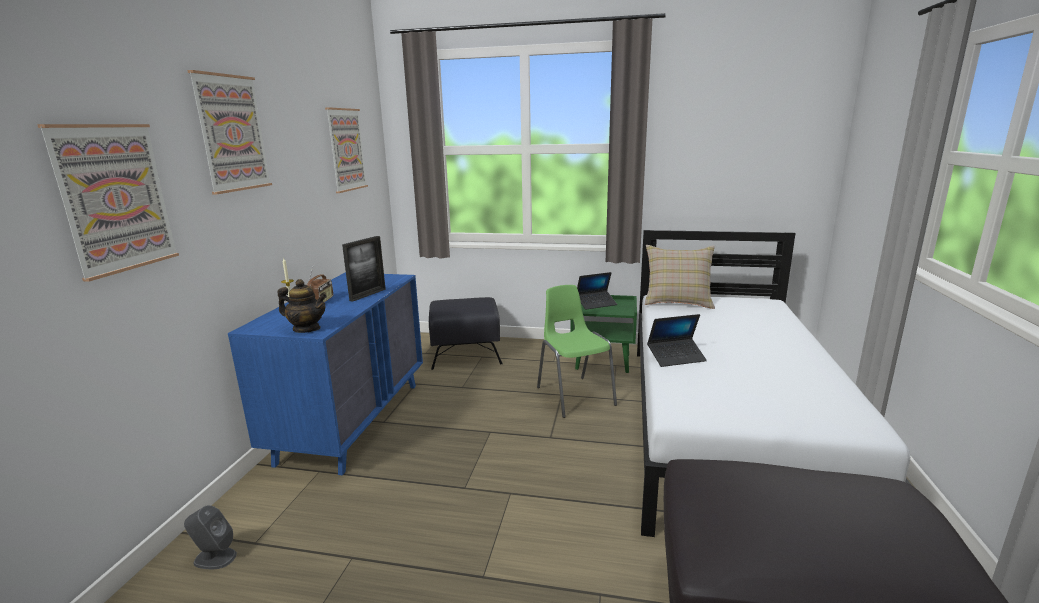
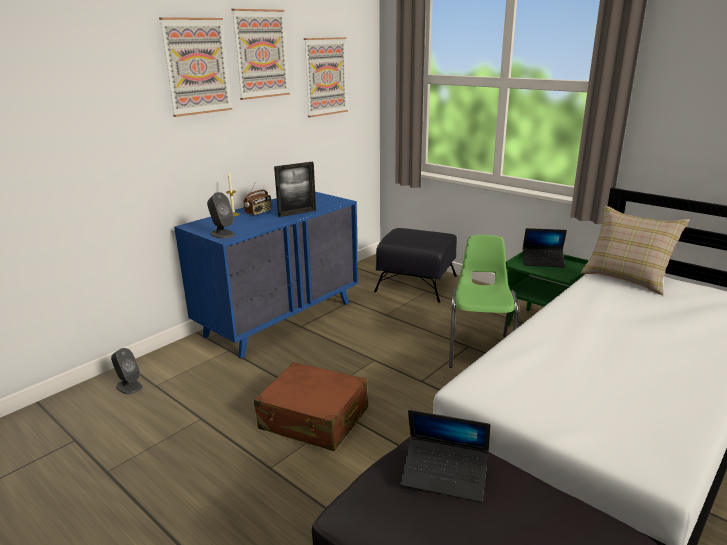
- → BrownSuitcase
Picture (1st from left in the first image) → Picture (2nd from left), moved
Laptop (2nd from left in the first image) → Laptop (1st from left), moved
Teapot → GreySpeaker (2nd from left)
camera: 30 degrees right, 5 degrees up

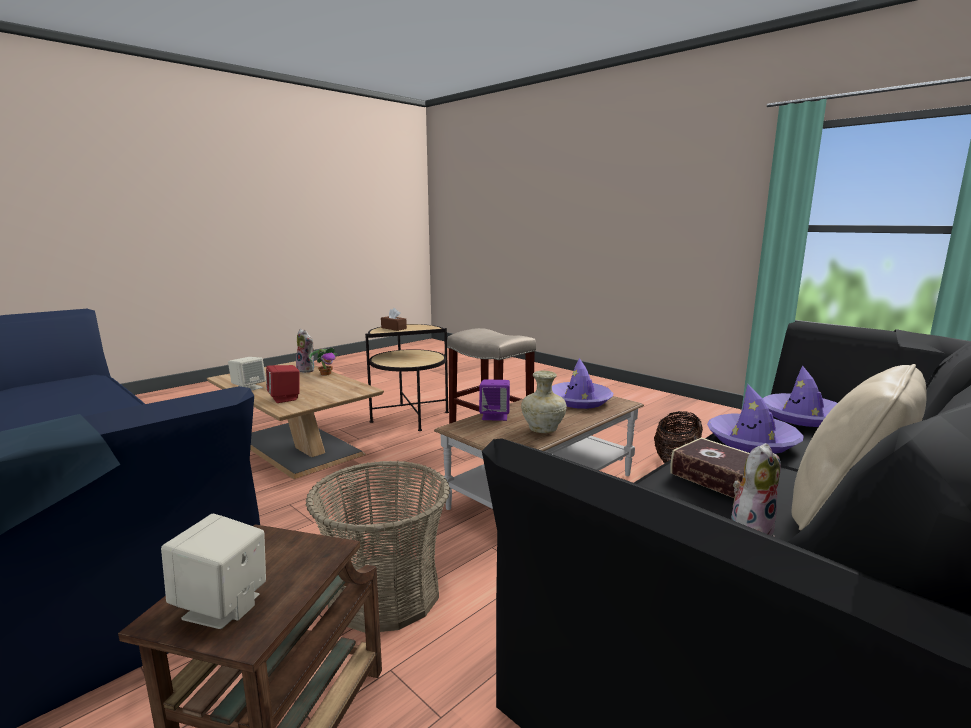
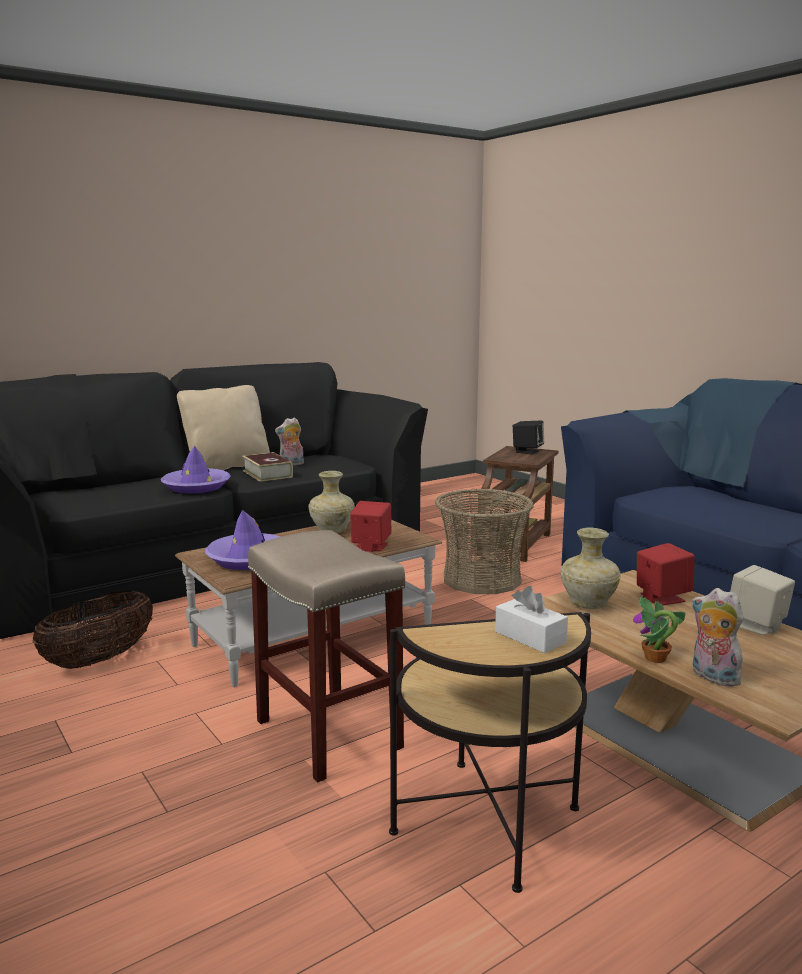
PurpleHat (3rd from left) → -
- → BeigeVase (2nd from left)
BeigeSpeaker (1st from left) → BlackSpeaker
BrownTissueBox → WhiteTissueBox
PurpleSpeaker → RedSpeaker (1st from left)
camera: 170 degrees left, 0 degrees up

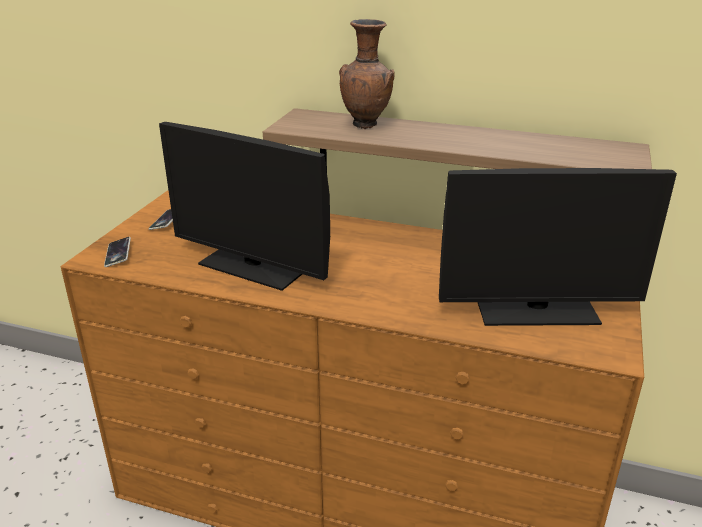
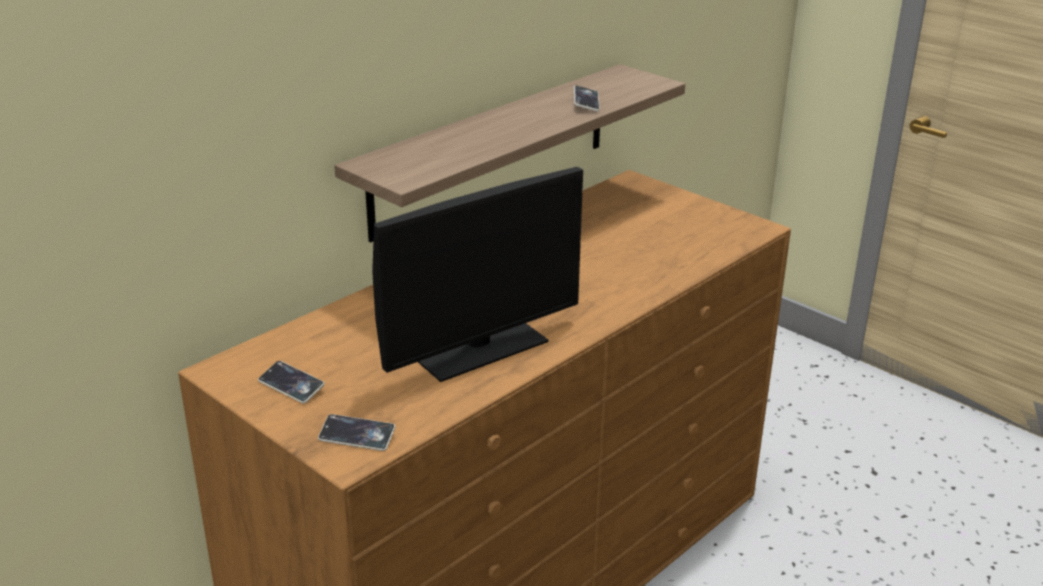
BrownVase → -
Monitor (2nd from left) → -
- → Phone (3rd from left)
camera: 65 degrees left, 0 degrees up

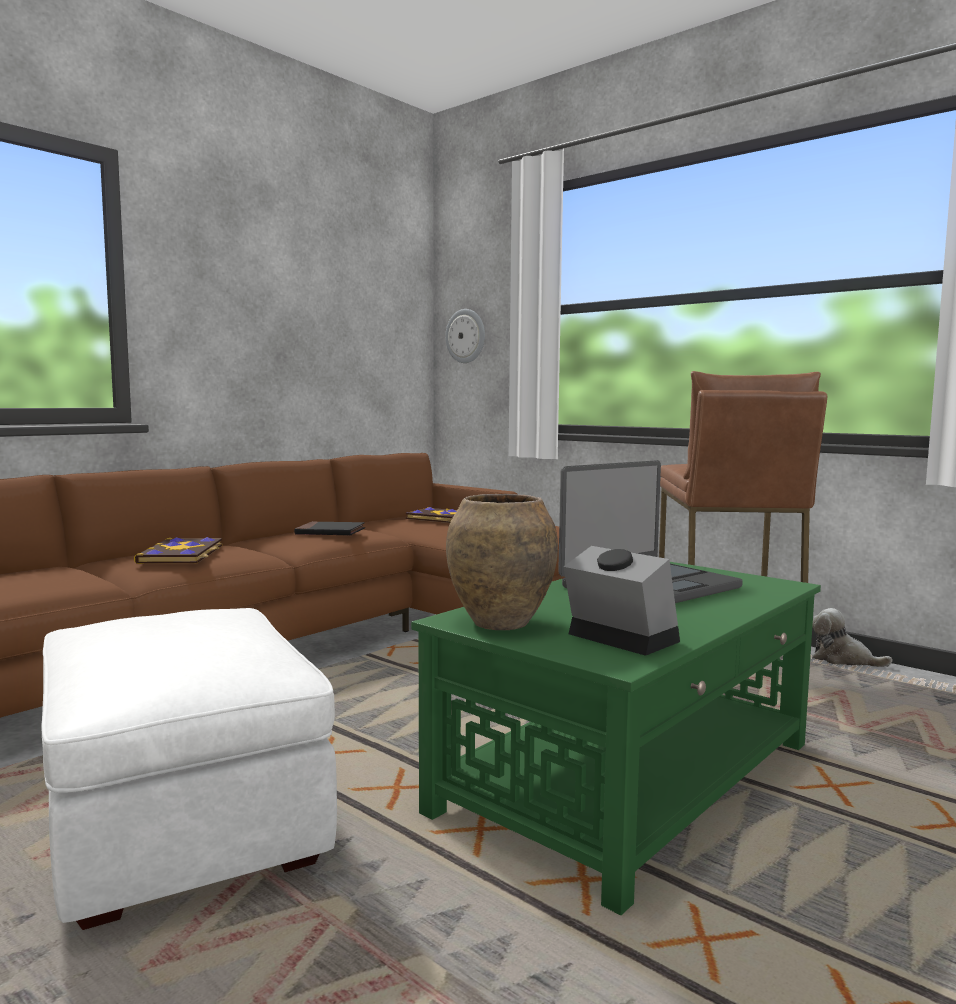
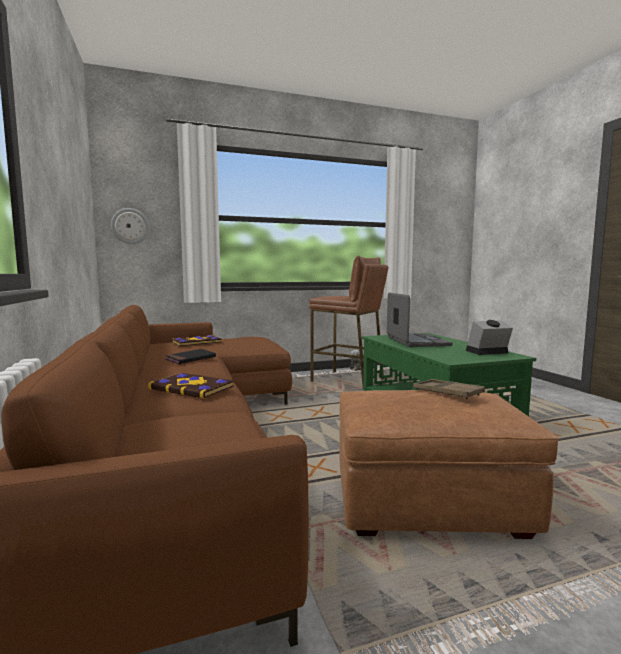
BrownVase → -
- → BrownTray
WhiteOttoman → BrownOttoman
camera: 60 degrees left, 0 degrees up

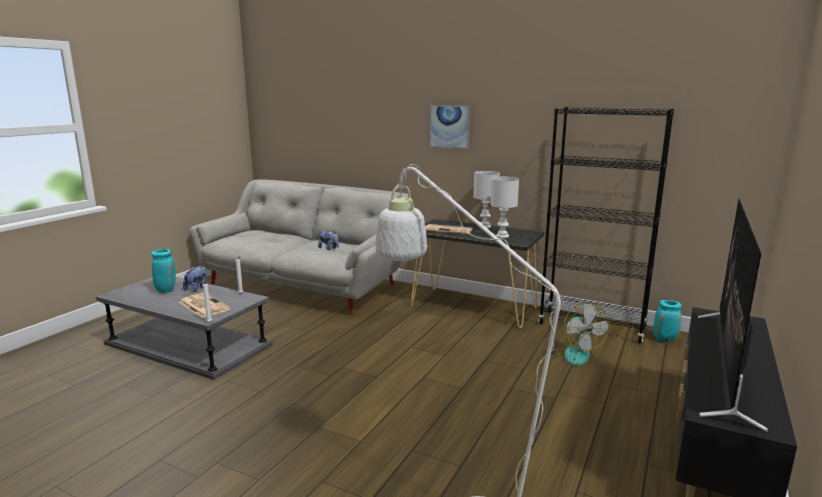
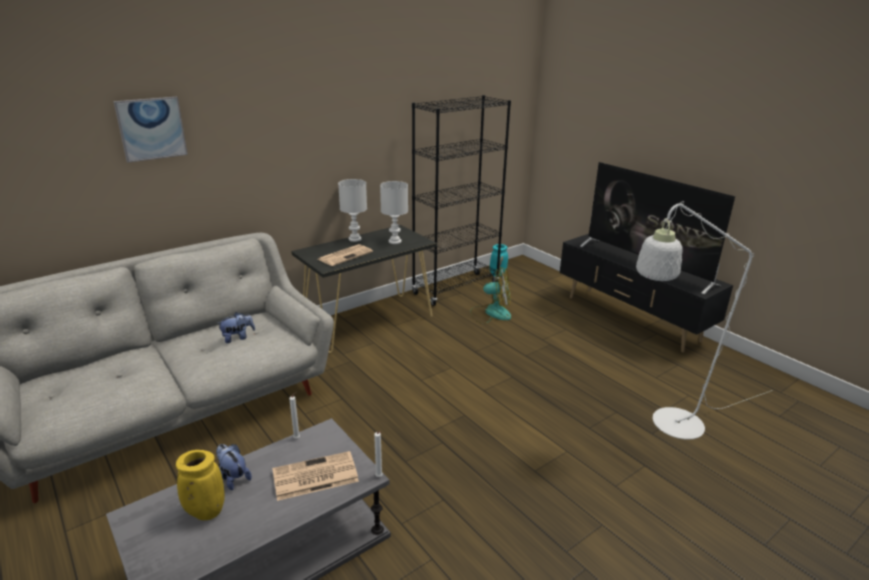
Picture, moved
TurquoiseVase (1st from left) → YellowVase
camera: 65 degrees left, 10 degrees up

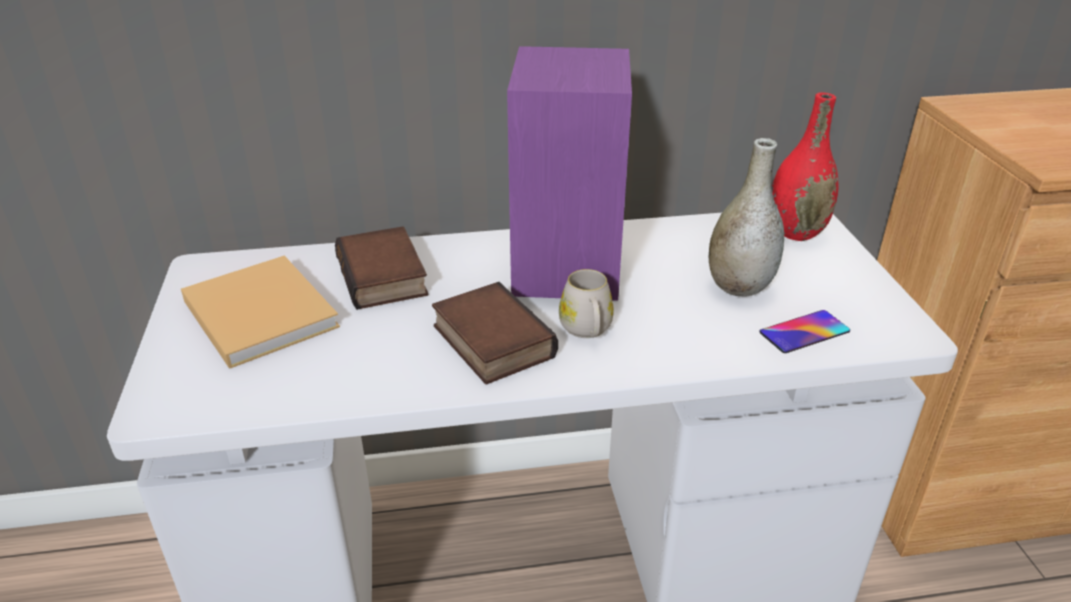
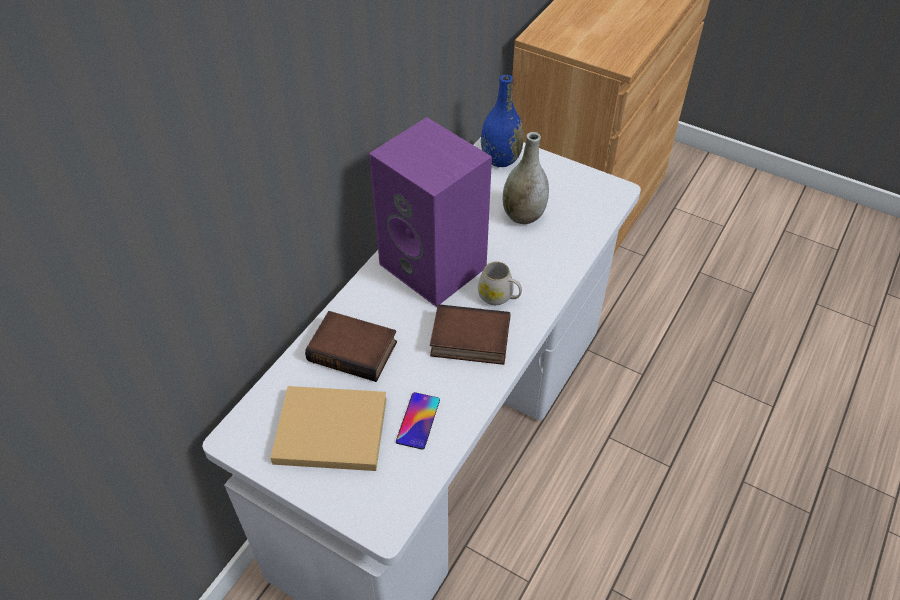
Phone, moved
RedVase → BlueVase
camera: 50 degrees left, 15 degrees up

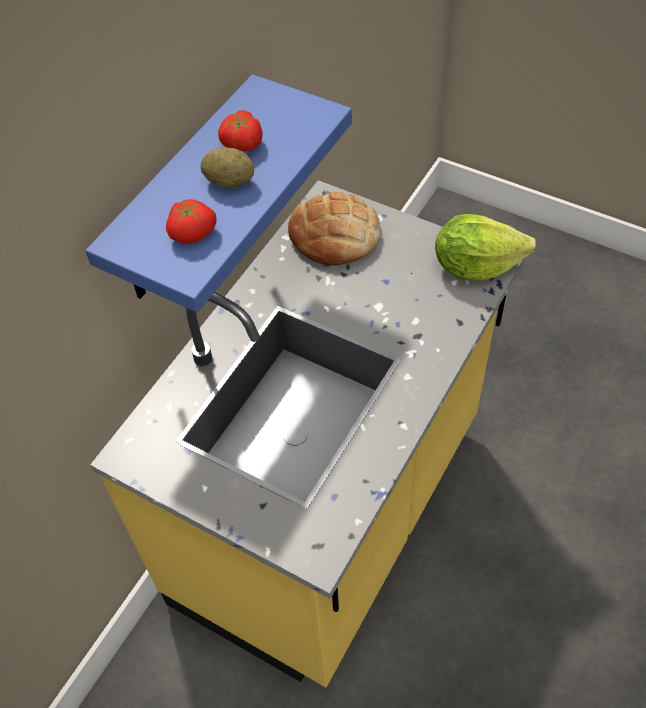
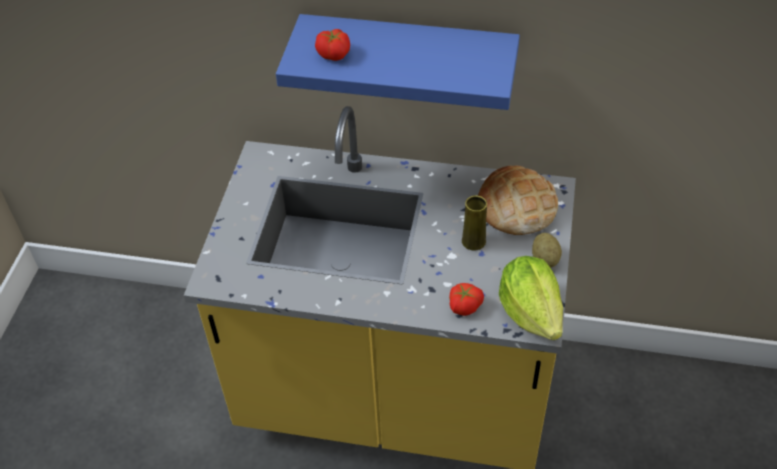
- → YellowVase
Potato, moved
Tomato (2nd from left), moved
camera: 70 degrees right, 5 degrees down

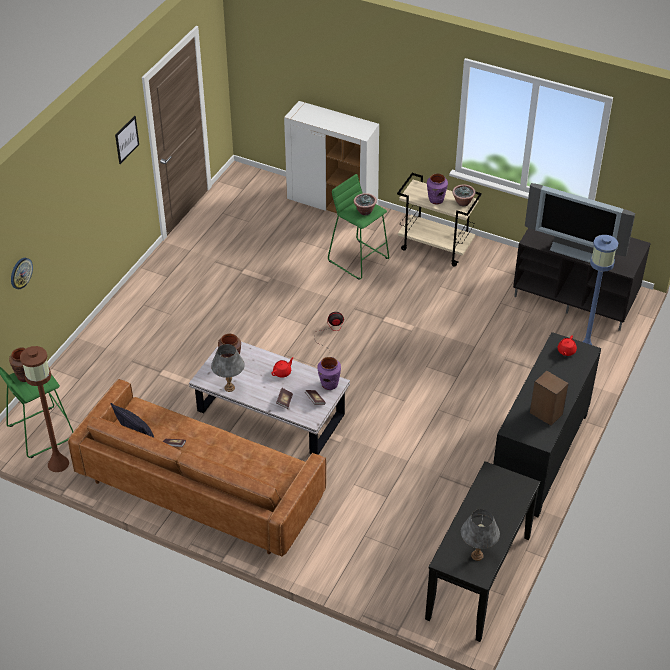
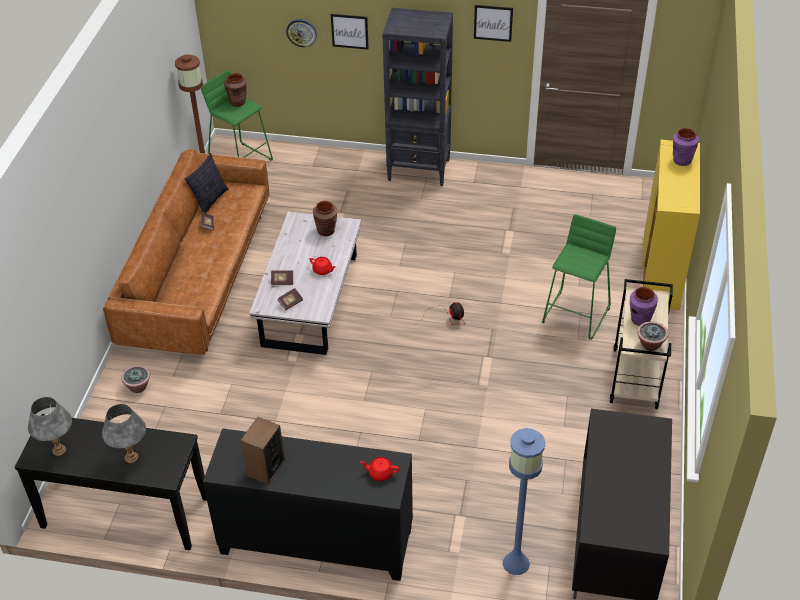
Television → -
- → Picture (1st from left)
- → BlackBookcase
GreyTableLamp (1st from left in the first image) → GreyTableLamp (2nd from left), moved
PurpleVase (1st from left in the first image) → PurpleVase (2nd from left), moved
PottedPlant (1st from left), moved
WhiteCabinet → YellowCabinet
camera: 75 degrees right, 0 degrees up

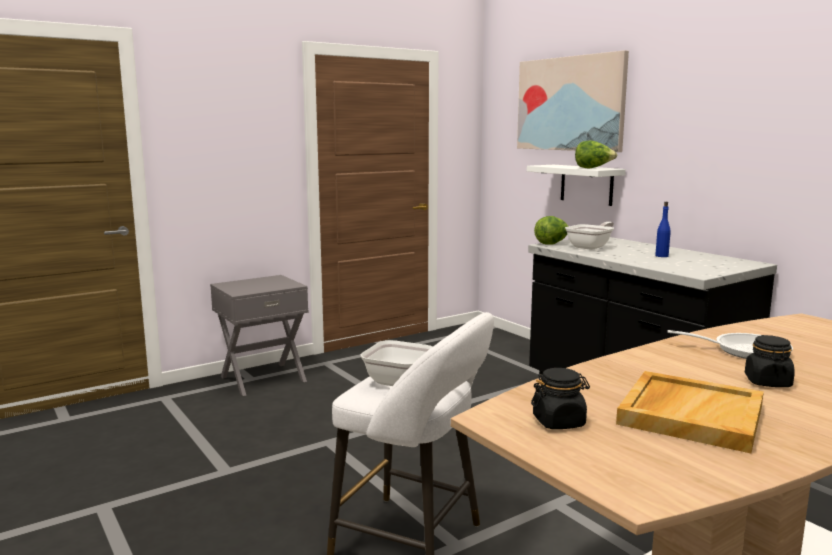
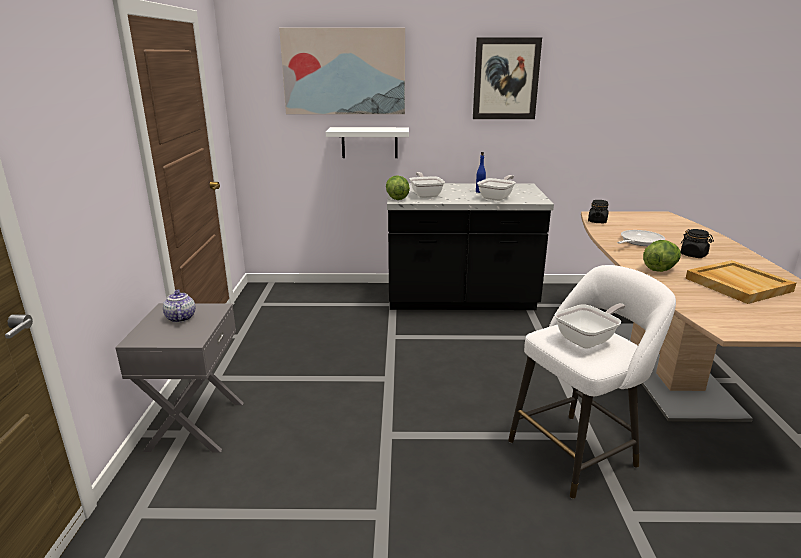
- → Teapot
- → Picture (2nd from left)
- → FryingPan (2nd from left)
BlackJar (1st from left), moved
Lettuce (2nd from left), moved
camera: 55 degrees left, 10 degrees up

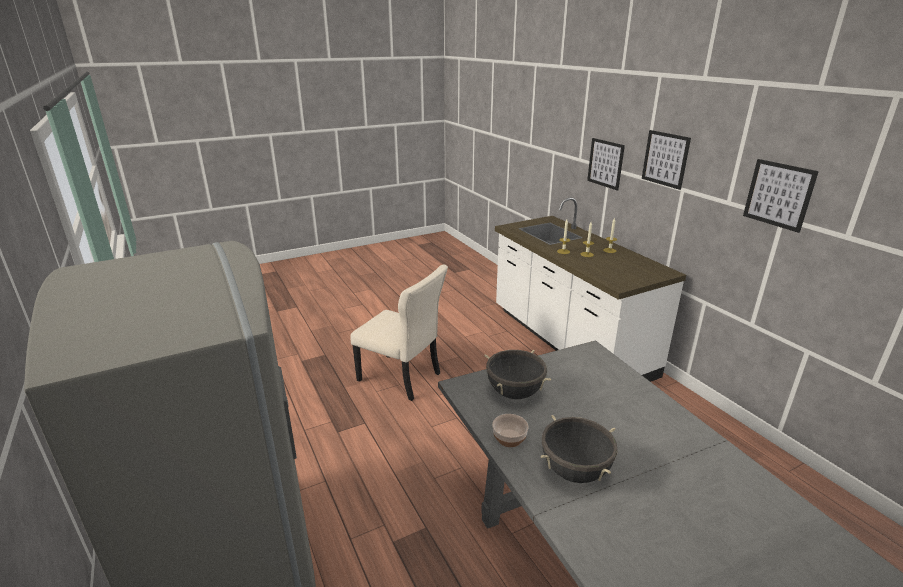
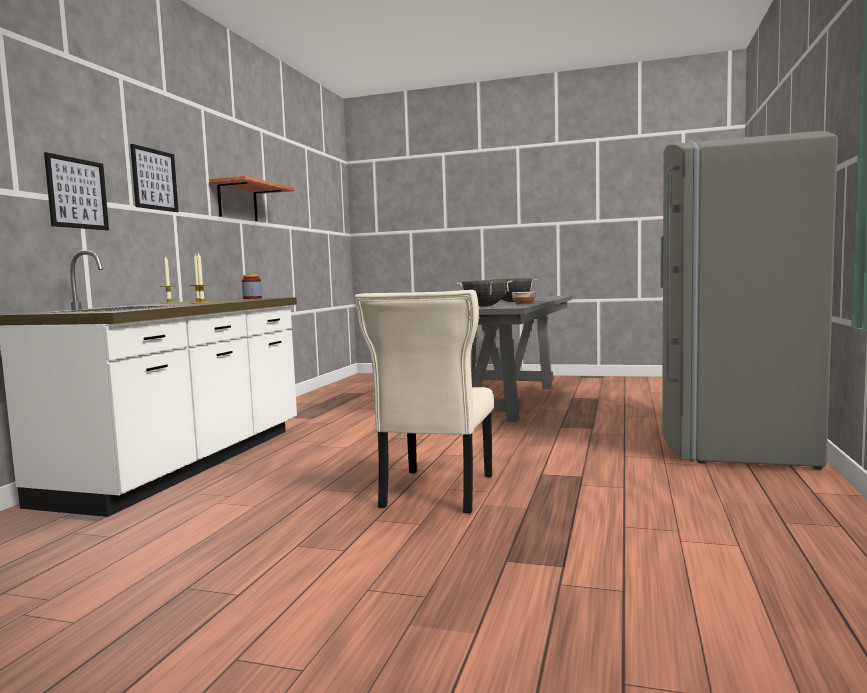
- → Jar
Picture (3rd from left) → Shelf
BeigeChair, 150 degrees counterclockwise
camera: 135 degrees left, 20 degrees down

